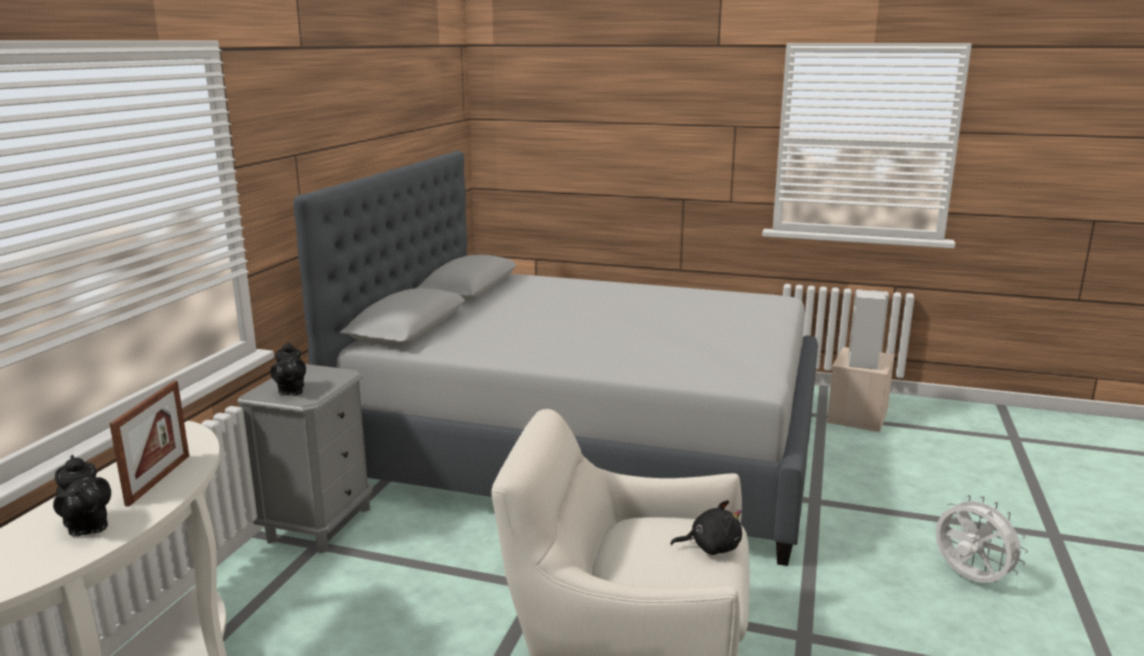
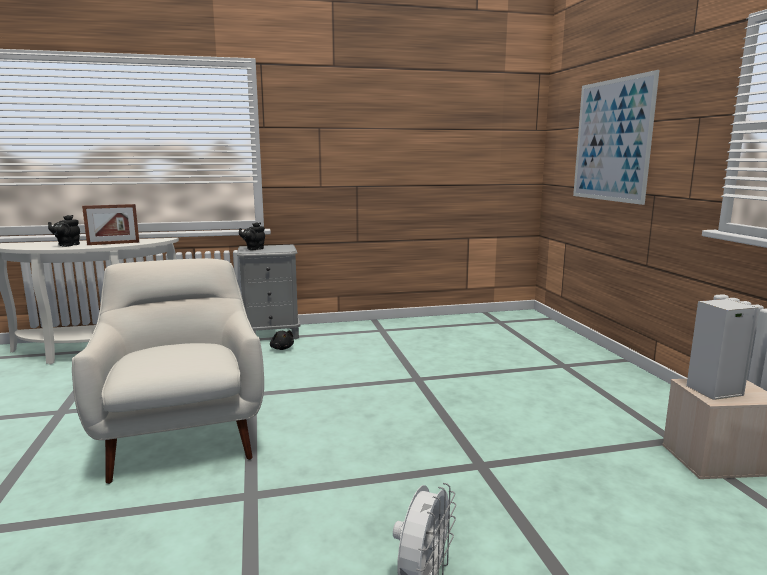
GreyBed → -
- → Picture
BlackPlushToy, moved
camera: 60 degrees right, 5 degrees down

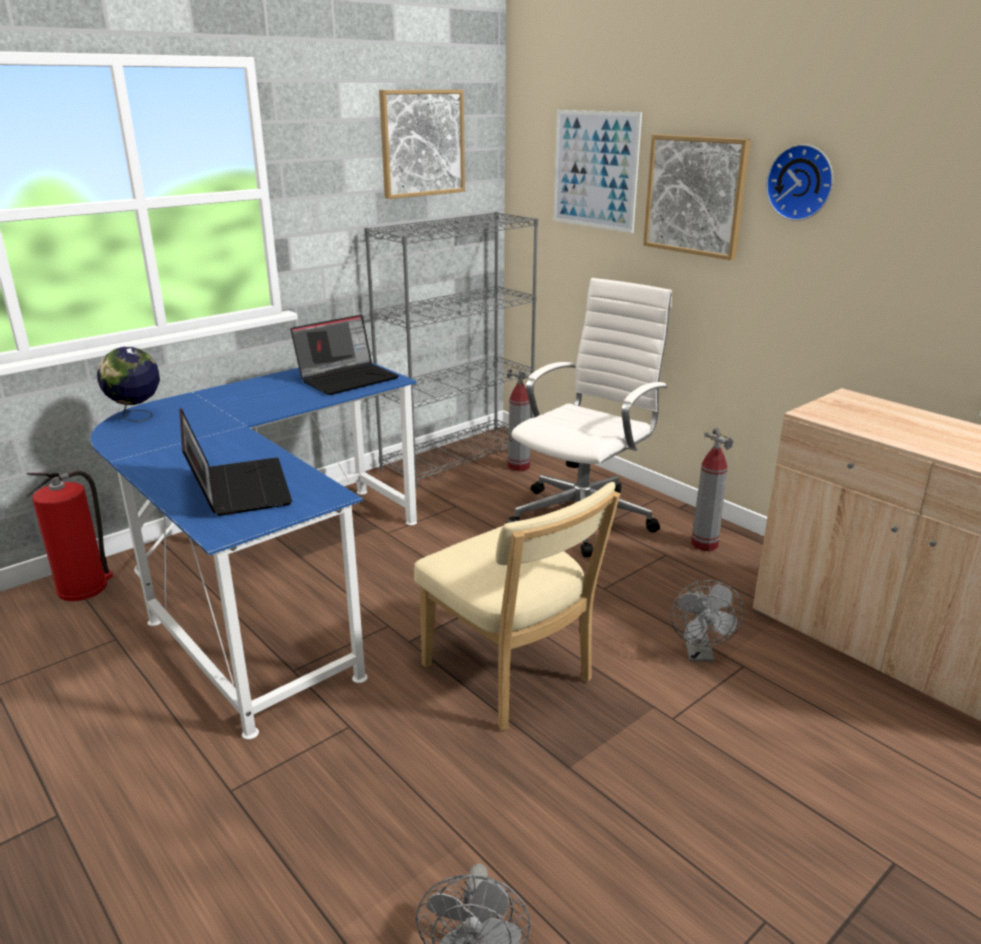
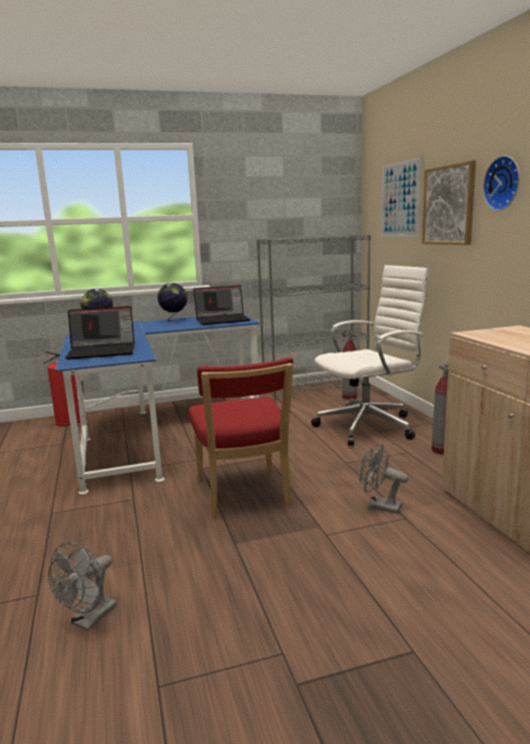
Picture (1st from left) → -
- → Globe (2nd from left)
BeigeChair → RedChair
Laptop (1st from left), 75 degrees clockwise
GreyFan (2nd from left), 90 degrees clockwise
camera: 25 degrees right, 10 degrees down

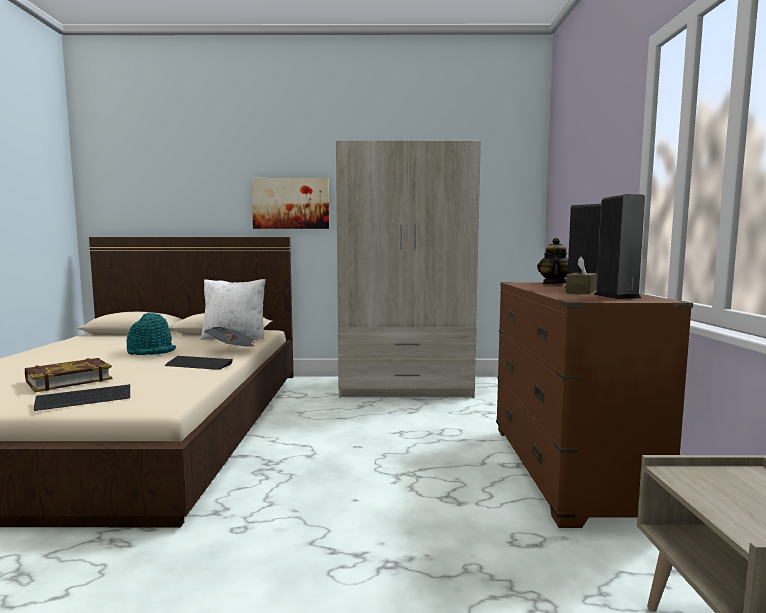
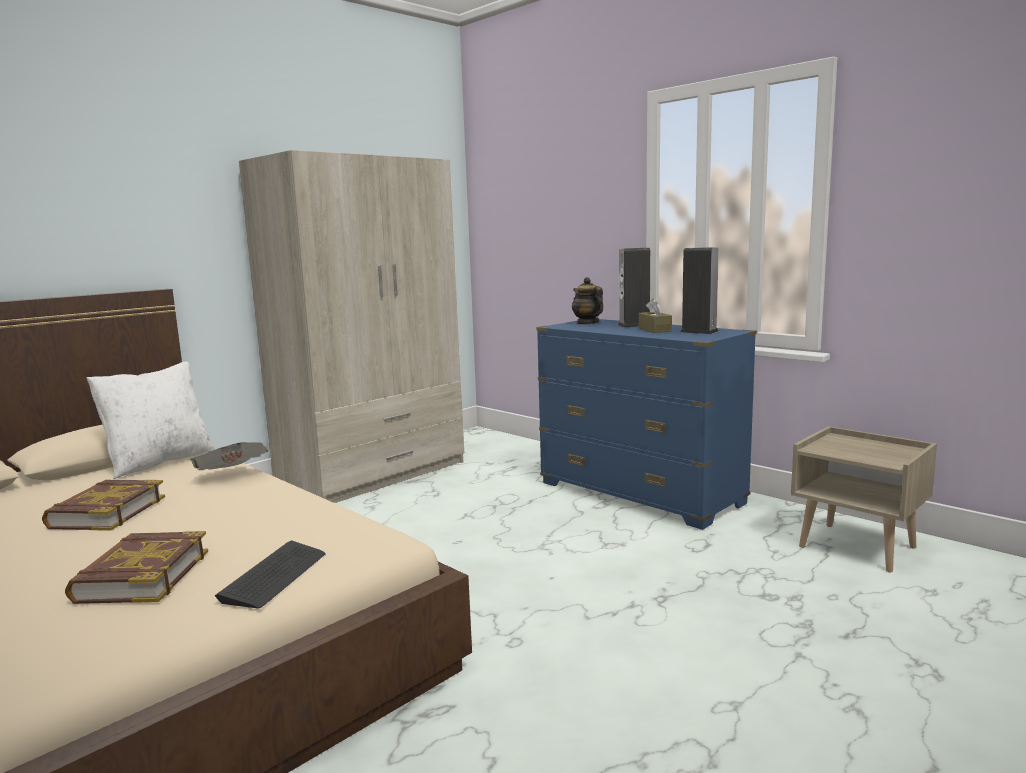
Keyboard (2nd from left) → -
Picture → -
TurquoiseHat → Book (1st from left)
BrownDresser → BlueDresser
camera: 45 degrees left, 5 degrees up

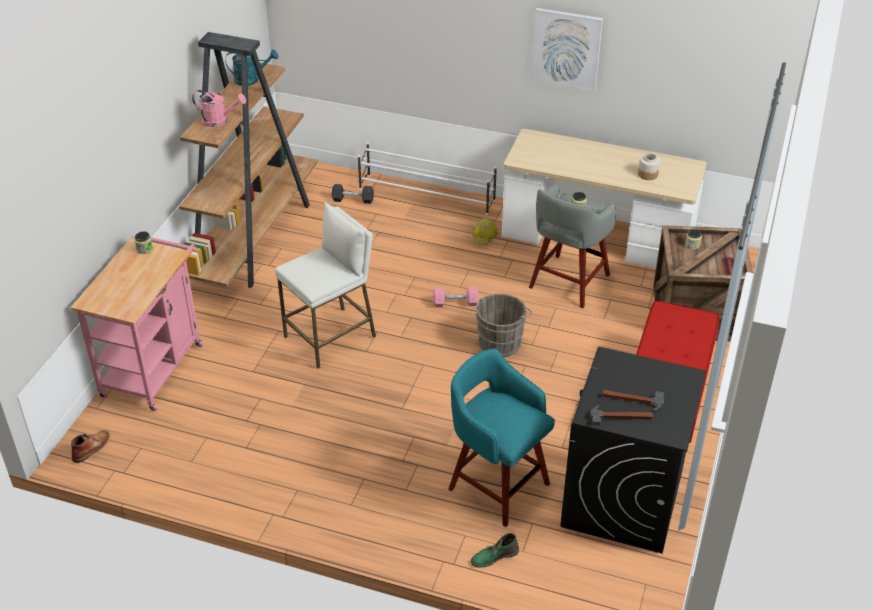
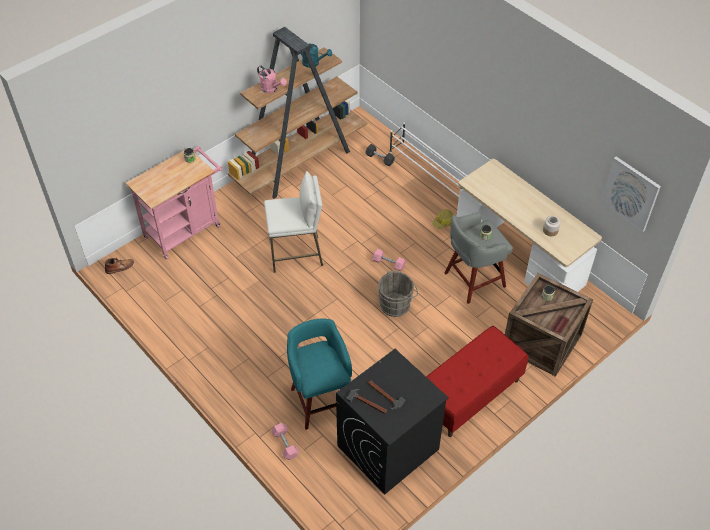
Picture, moved
GreenBoot → PinkDumbbell (1st from left)
camera: 30 degrees right, 10 degrees up

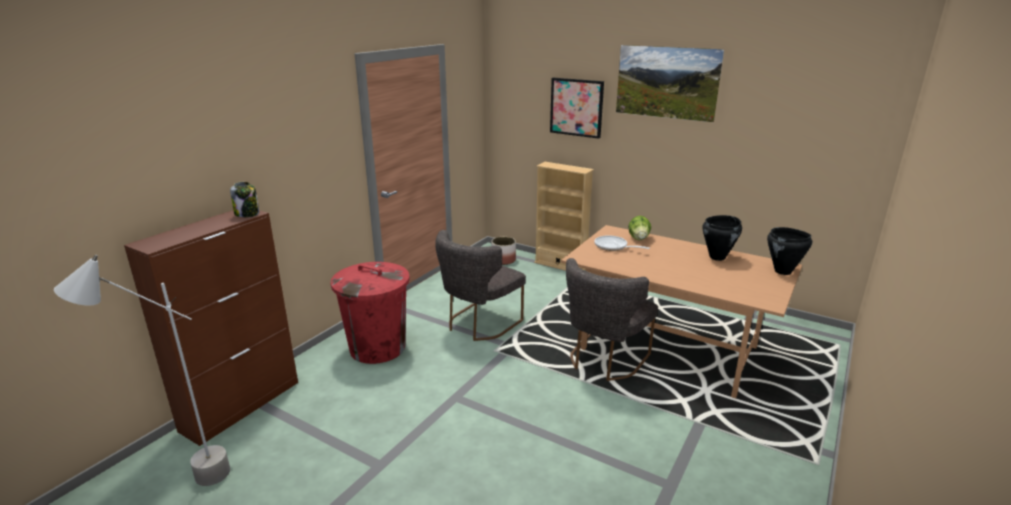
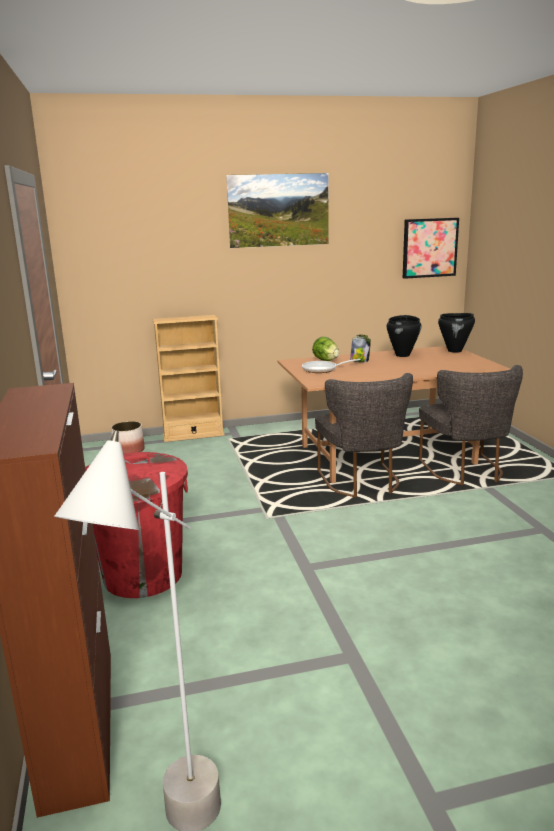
Jar, moved
GreyChair (1st from left in the first image) → GreyChair (2nd from left), moved
Picture (1st from left in the first image) → Picture (2nd from left), moved
camera: 45 degrees left, 5 degrees down

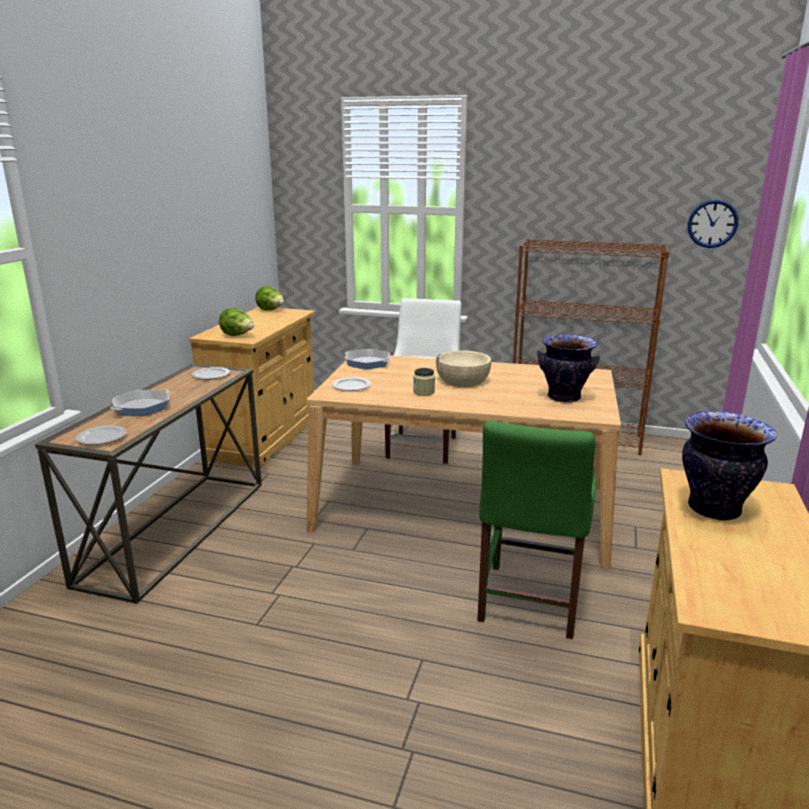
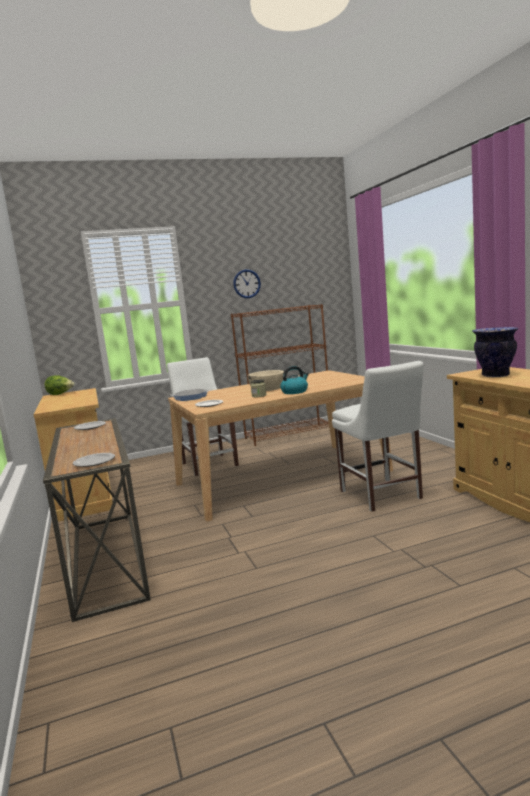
FryingPan (1st from left) → -
Lettuce (1st from left) → -
Vase (1st from left) → -
- → Kettle
WallClock, moved
GreenChair → WhiteChair (2nd from left)
camera: 35 degrees left, 10 degrees down

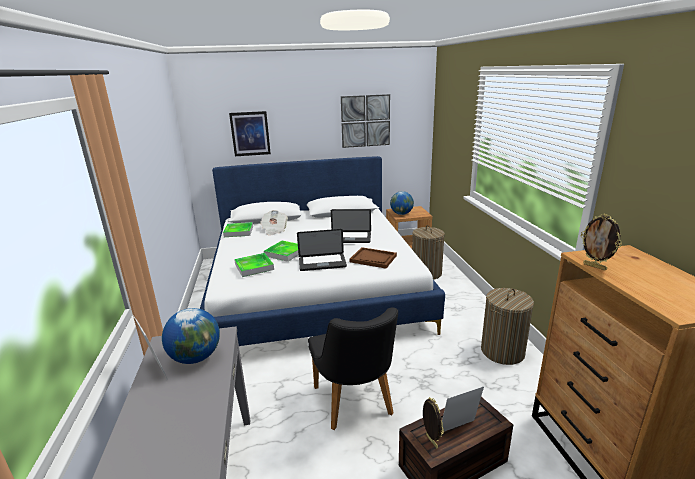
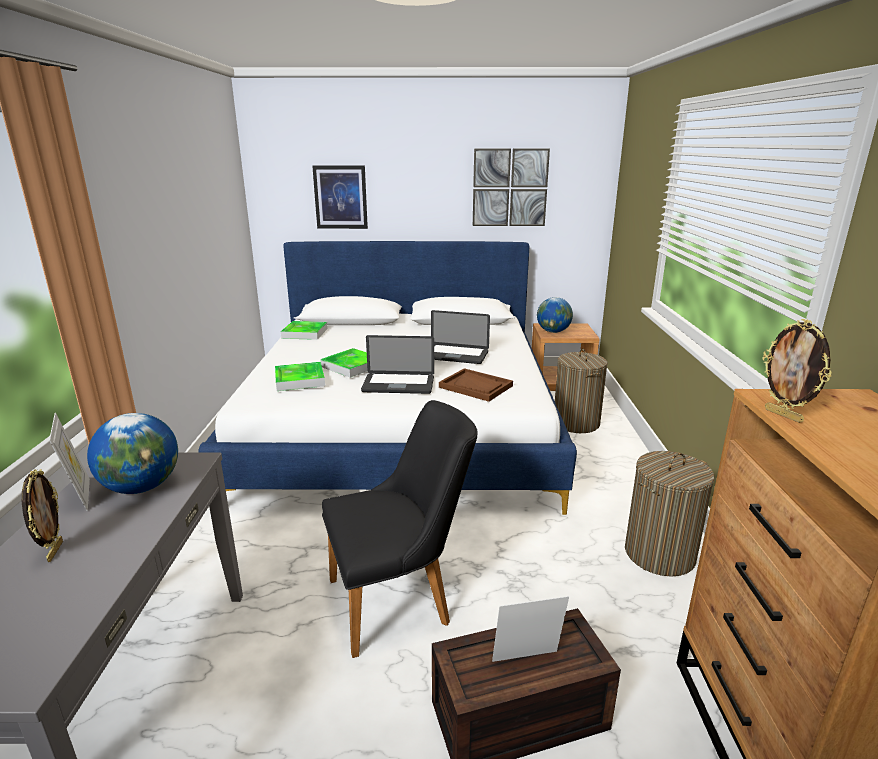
Newspaper → -
PictureFrame (2nd from left in the first image) → PictureFrame (1st from left), moved
BlackChair, 105 degrees counterclockwise
camera: 10 degrees right, 0 degrees up

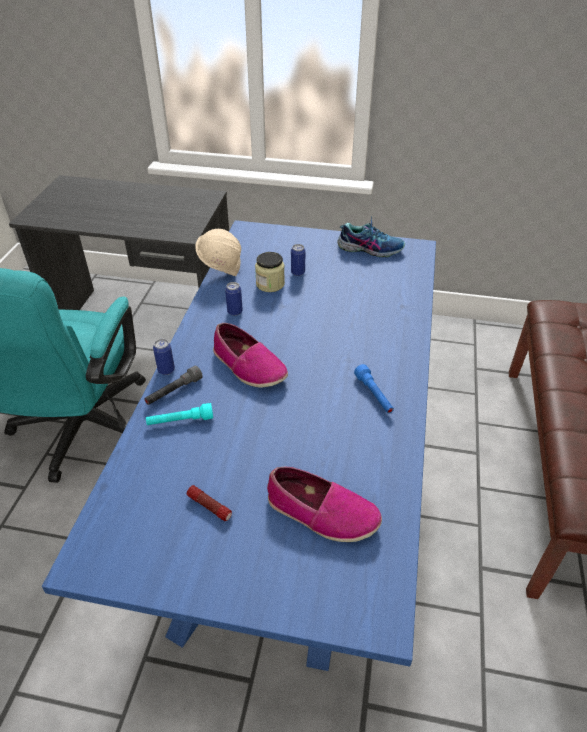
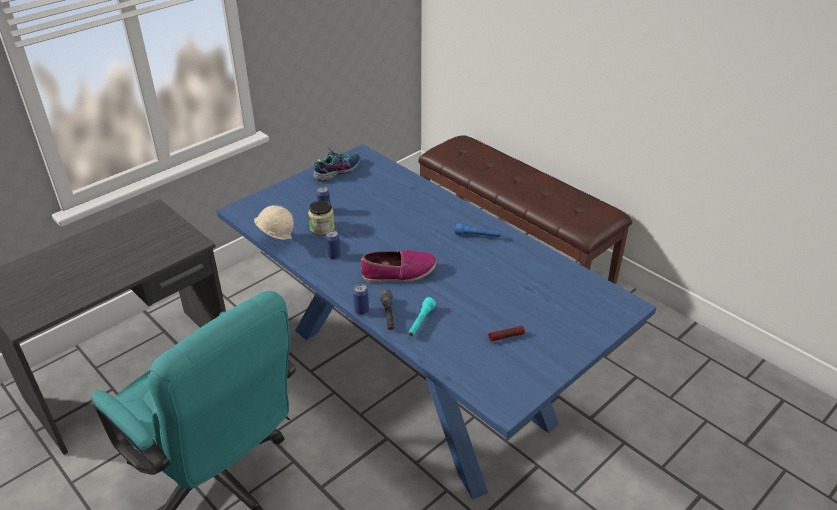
Shoe (2nd from left) → -
camera: 55 degrees left, 5 degrees down

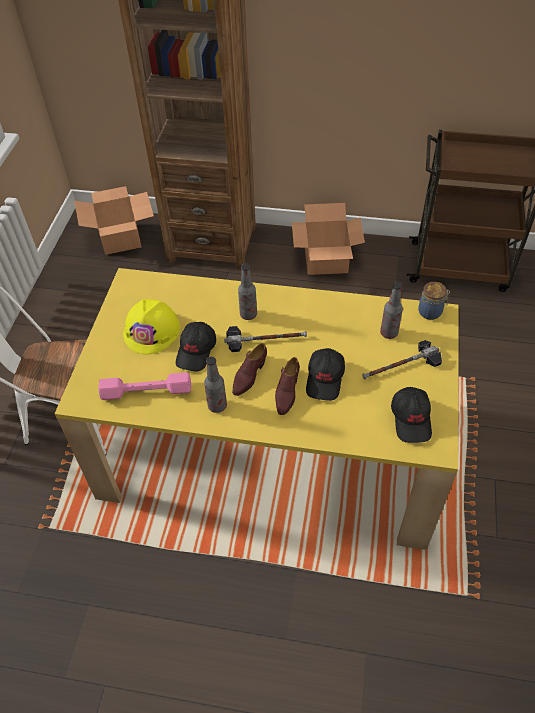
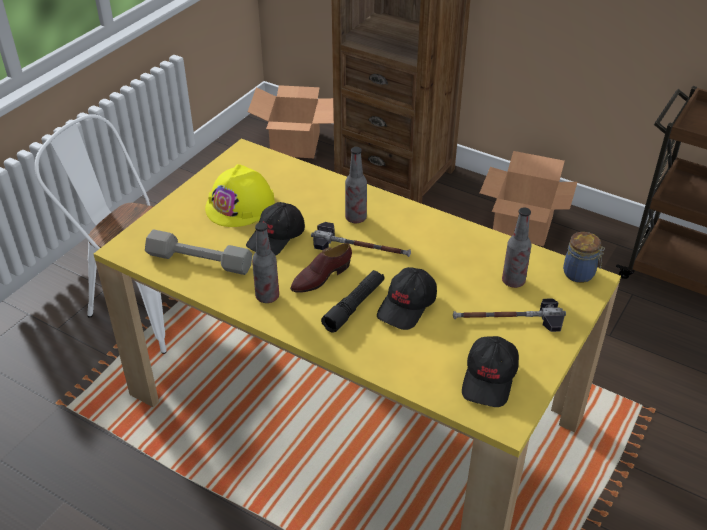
BrownShoe (2nd from left) → BlackFlashlight
PinkDumbbell → GreyDumbbell
camera: 20 degrees right, 10 degrees down

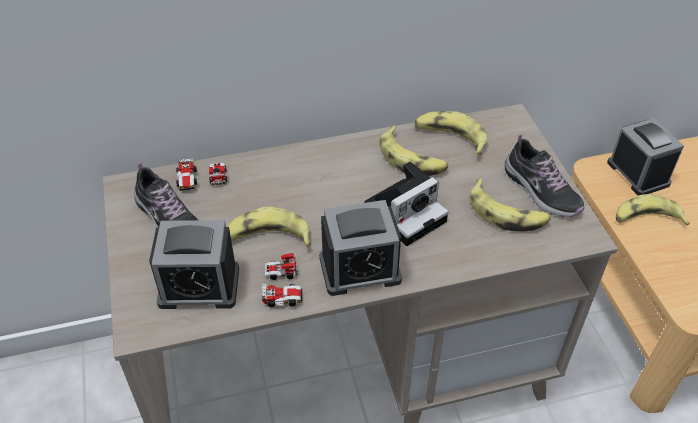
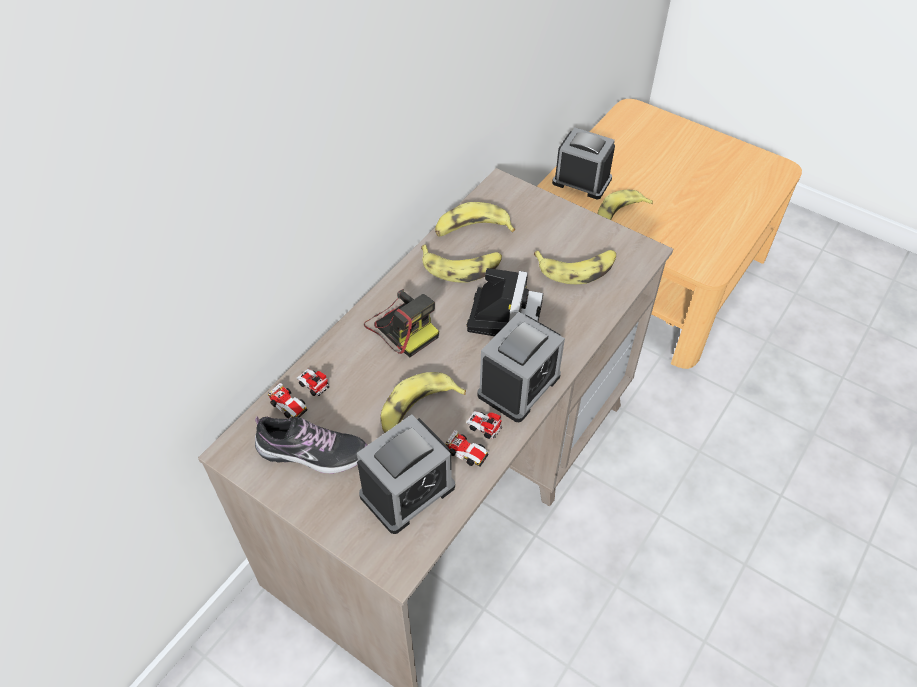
Shoe (2nd from left) → -
- → PhotoCamera (1st from left)
ToyCar (2nd from left), 75 degrees clockwise
camera: 40 degrees left, 5 degrees up

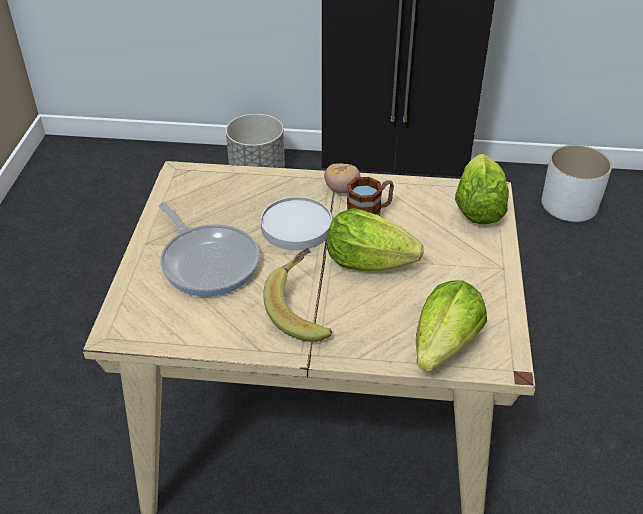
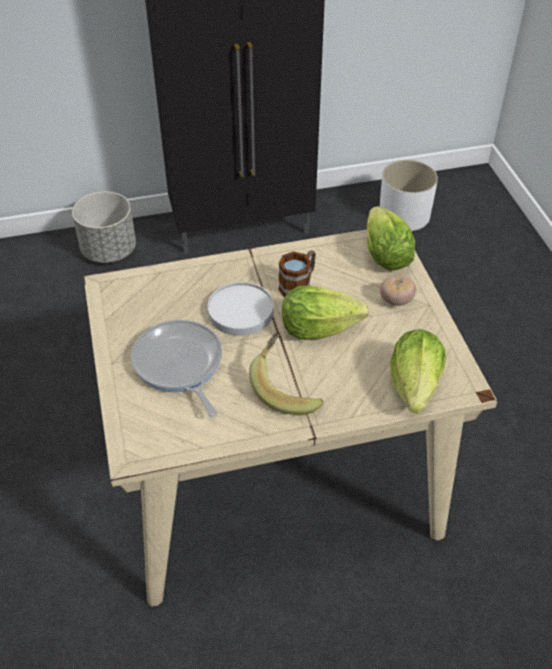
Tomato, moved
FryingPan, 150 degrees counterclockwise
camera: 20 degrees left, 5 degrees up

